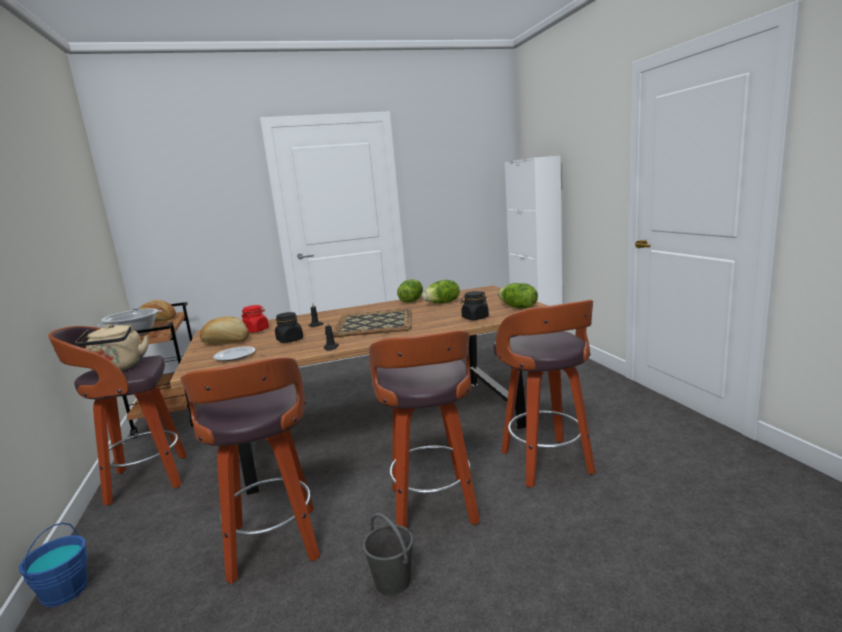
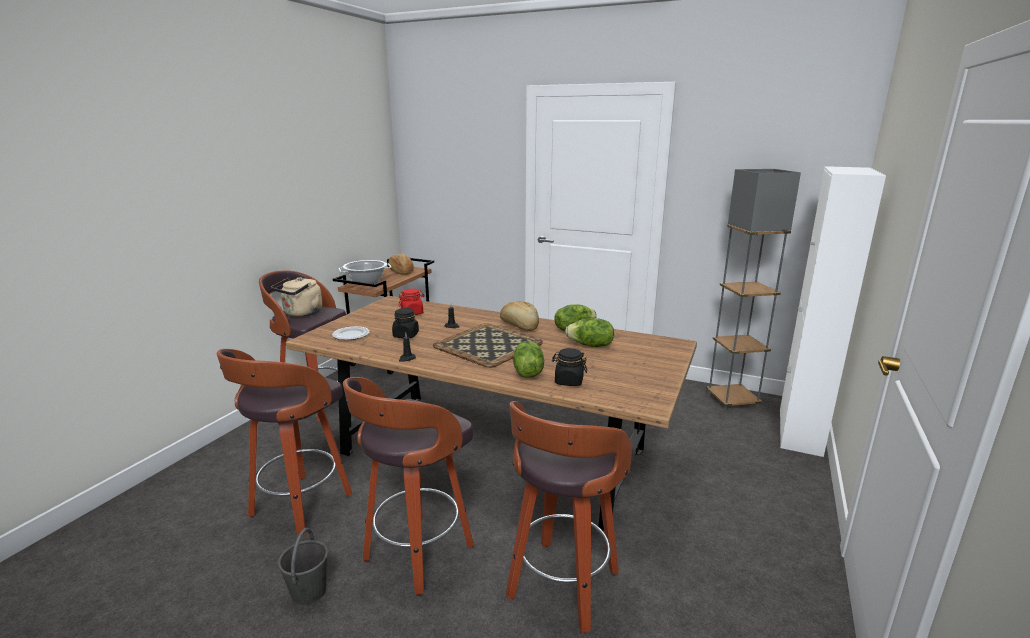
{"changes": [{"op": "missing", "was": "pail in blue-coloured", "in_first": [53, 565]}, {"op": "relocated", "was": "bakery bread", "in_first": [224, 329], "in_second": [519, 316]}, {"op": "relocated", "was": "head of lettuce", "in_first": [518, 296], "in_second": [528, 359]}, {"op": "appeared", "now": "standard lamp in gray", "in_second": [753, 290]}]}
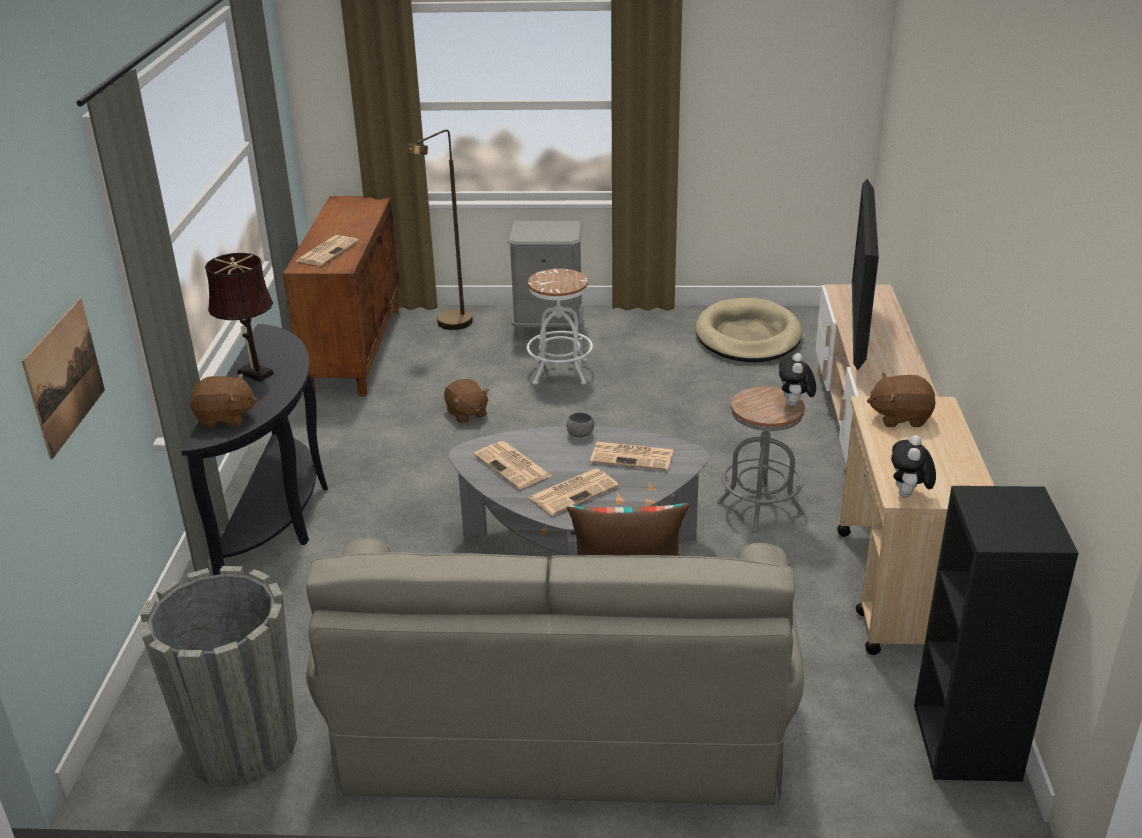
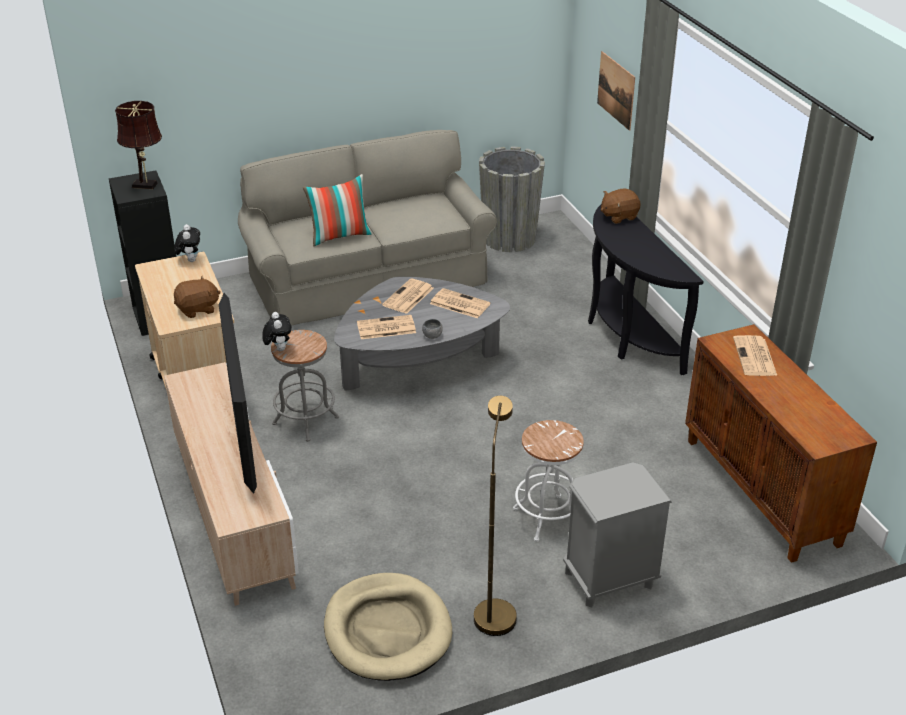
{"changes": [{"op": "relocated", "was": "lamp for a table in brown-coloured", "in_first": [239, 317], "in_second": [138, 145]}, {"op": "relocated", "was": "standard lamp in brown-coloured", "in_first": [439, 229], "in_second": [495, 516]}, {"op": "missing", "was": "plush toy in brown-coloured", "in_first": [466, 401]}]}
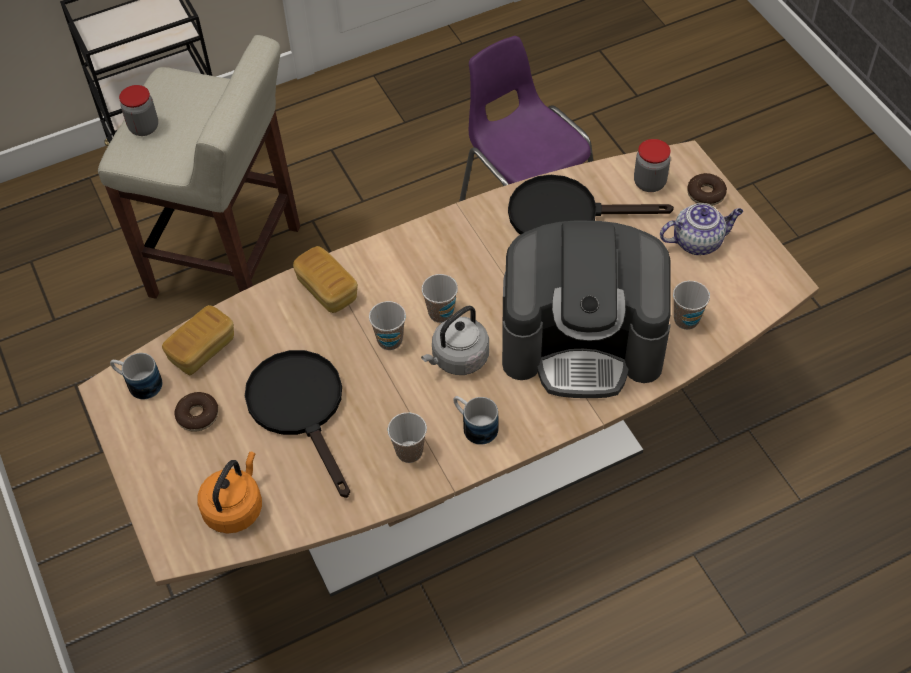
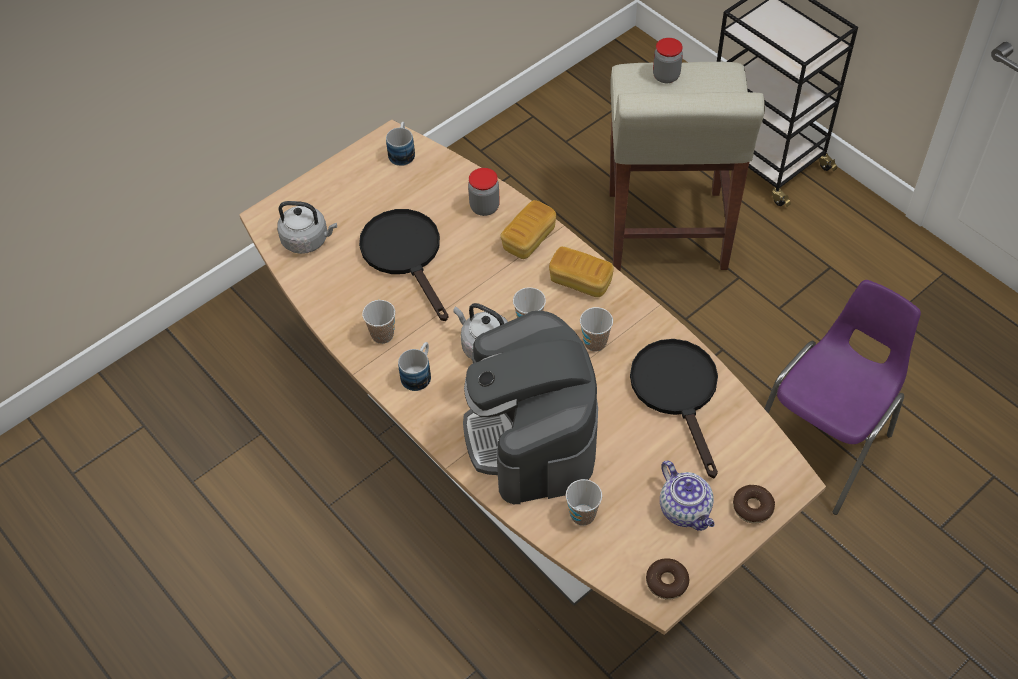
{"changes": [{"op": "relocated", "was": "bakery bread", "in_first": [198, 340], "in_second": [581, 271]}, {"op": "relocated", "was": "doughnut", "in_first": [196, 412], "in_second": [667, 578]}, {"op": "colour", "was": "kettle in orange-coloured", "now": "kettle in gray", "in_first": [230, 492], "in_second": [307, 227]}, {"op": "spun", "was": "skillet in black", "in_first": [297, 424], "in_second": [403, 265], "clockwise": -75}, {"op": "relocated", "was": "drinking cup", "in_first": [387, 325], "in_second": [596, 329]}, {"op": "relocated", "was": "preserve jar", "in_first": [652, 165], "in_second": [484, 192]}]}
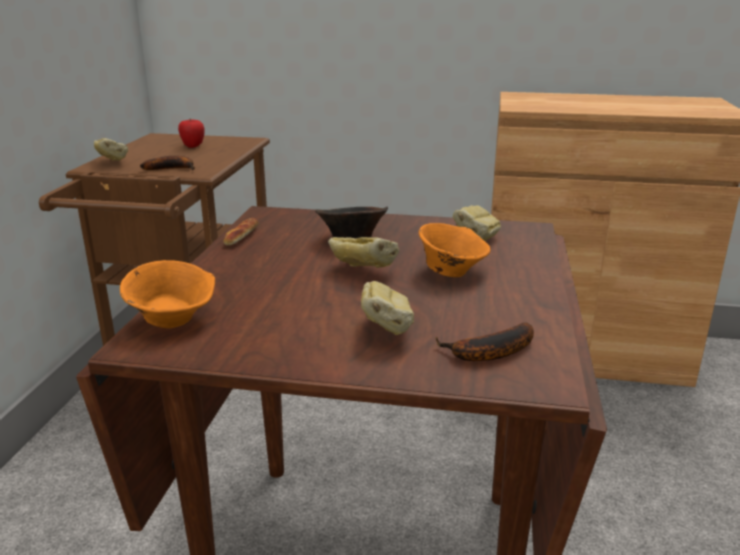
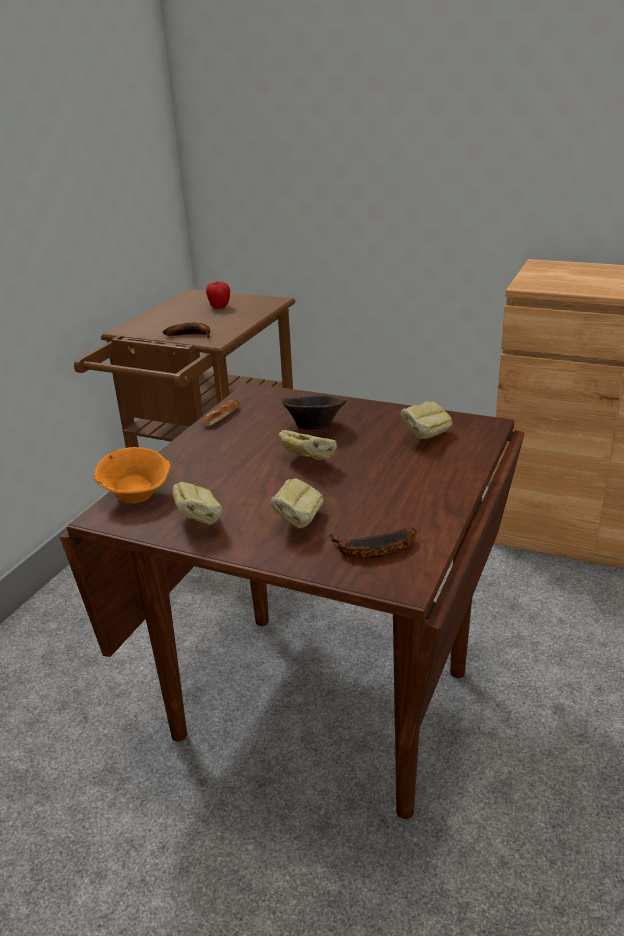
{"changes": [{"op": "relocated", "was": "bakery bread", "in_first": [111, 149], "in_second": [197, 503]}, {"op": "missing", "was": "serving bowl in orange-coloured", "in_first": [455, 250]}]}
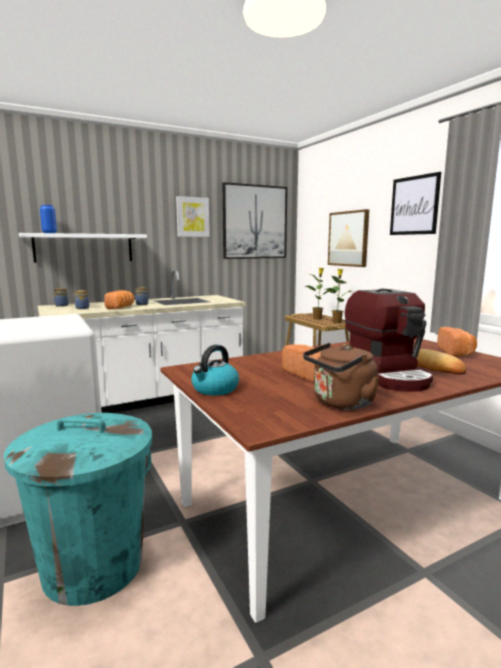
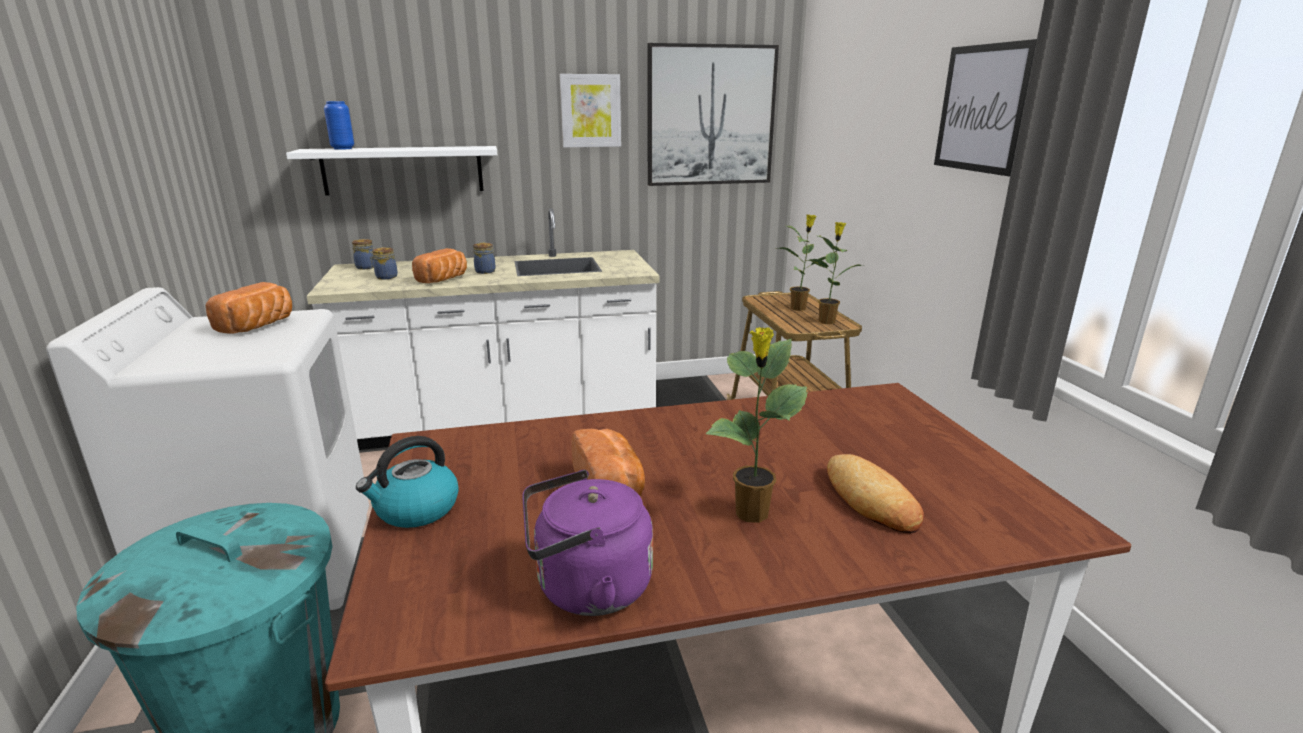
{"changes": [{"op": "colour", "was": "kettle in brown-coloured", "now": "kettle in purple-coloured", "in_first": [341, 376], "in_second": [587, 543]}, {"op": "missing", "was": "wall art", "in_first": [348, 238]}, {"op": "exchanged", "was": "coffee brewer", "now": "houseplant", "in_first": [389, 340], "in_second": [756, 425]}, {"op": "relocated", "was": "bakery bread", "in_first": [457, 342], "in_second": [248, 307]}]}
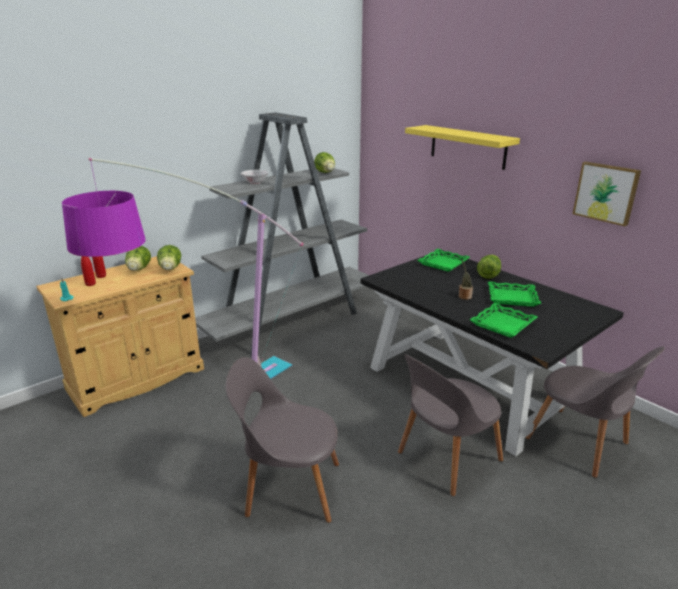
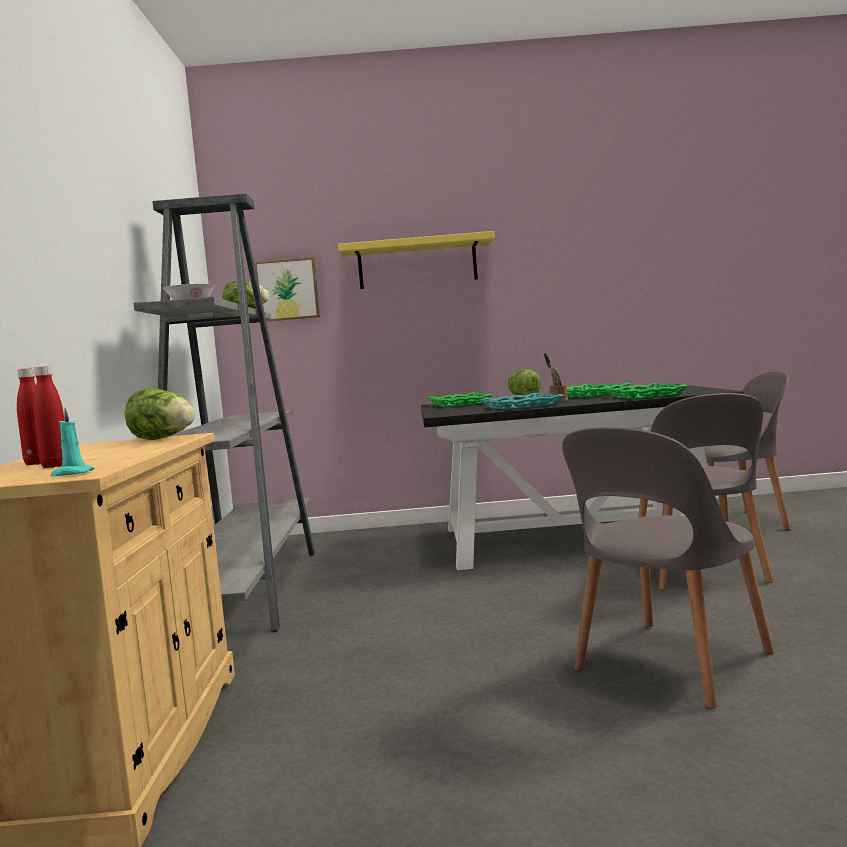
{"changes": [{"op": "missing", "was": "standard lamp", "in_first": [182, 268]}, {"op": "missing", "was": "head of lettuce", "in_first": [138, 258]}, {"op": "relocated", "was": "wall art", "in_first": [607, 194], "in_second": [287, 289]}, {"op": "appeared", "now": "carrying tray in turquoise", "in_second": [522, 401]}]}
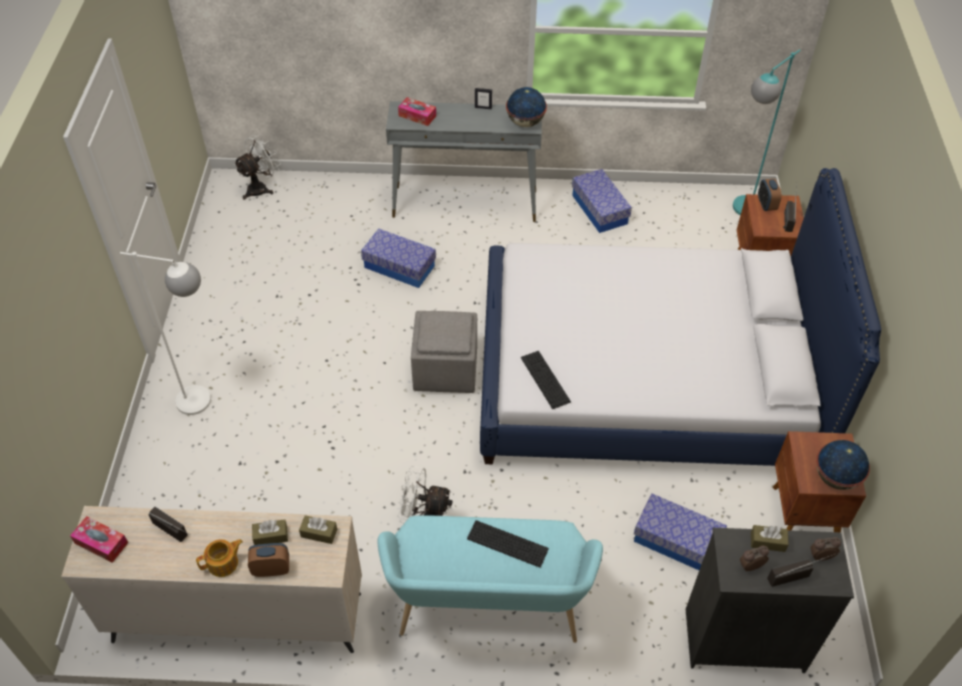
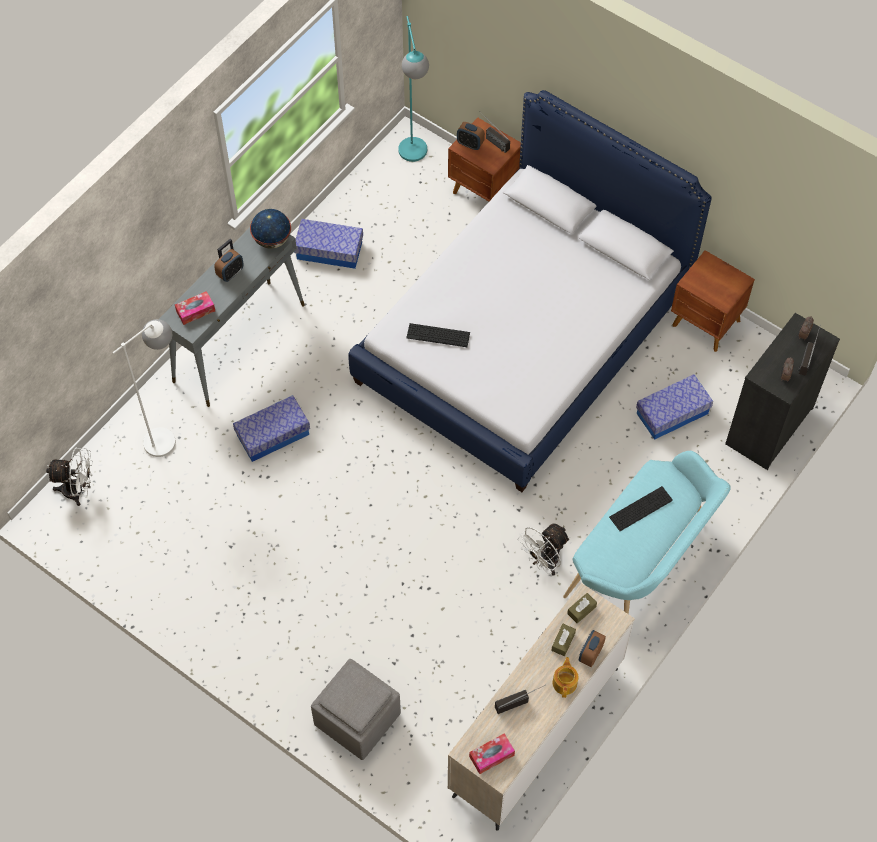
{"changes": [{"op": "relocated", "was": "standard lamp in whitish", "in_first": [165, 333], "in_second": [144, 388]}, {"op": "spun", "was": "fan in whitish", "in_first": [257, 167], "in_second": [69, 476], "clockwise": 105}, {"op": "relocated", "was": "ottoman in gray", "in_first": [444, 352], "in_second": [356, 709]}, {"op": "relocated", "was": "PC keyboard", "in_first": [546, 380], "in_second": [438, 335]}, {"op": "missing", "was": "box of tissues in brown-coloured", "in_first": [770, 538]}, {"op": "missing", "was": "globe", "in_first": [843, 465]}, {"op": "appeared", "now": "bedside clock", "in_second": [229, 265]}]}
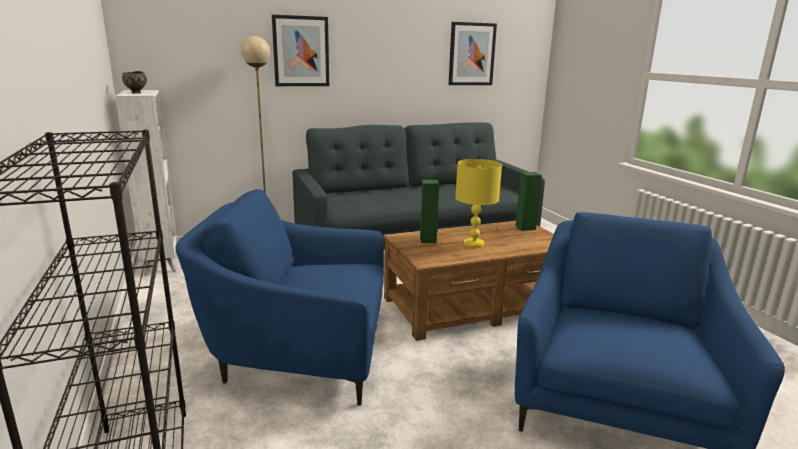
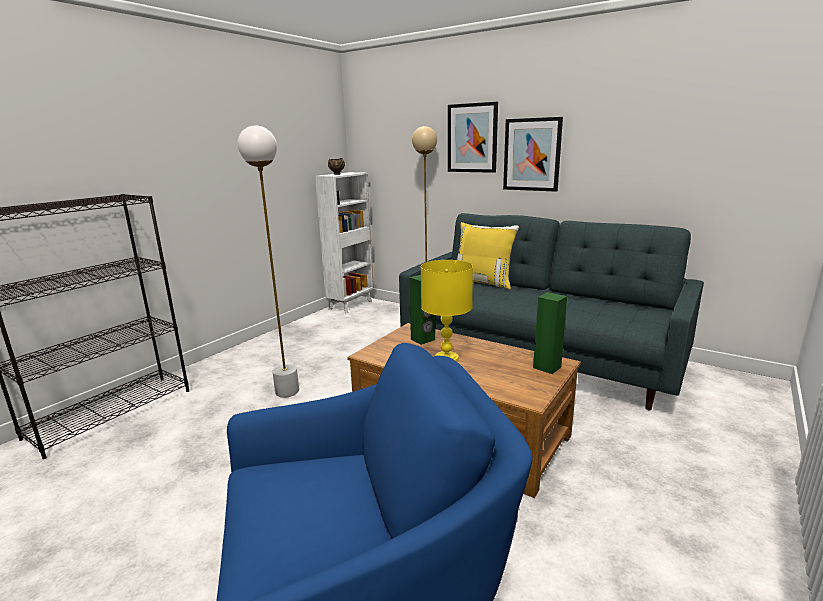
{"changes": [{"op": "exchanged", "was": "armchair in blue-coloured", "now": "standard lamp in whitish", "in_first": [279, 297], "in_second": [268, 261]}, {"op": "relocated", "was": "wall art", "in_first": [473, 53], "in_second": [533, 154]}, {"op": "appeared", "now": "cushion in yellow-coloured", "in_second": [488, 256]}]}
